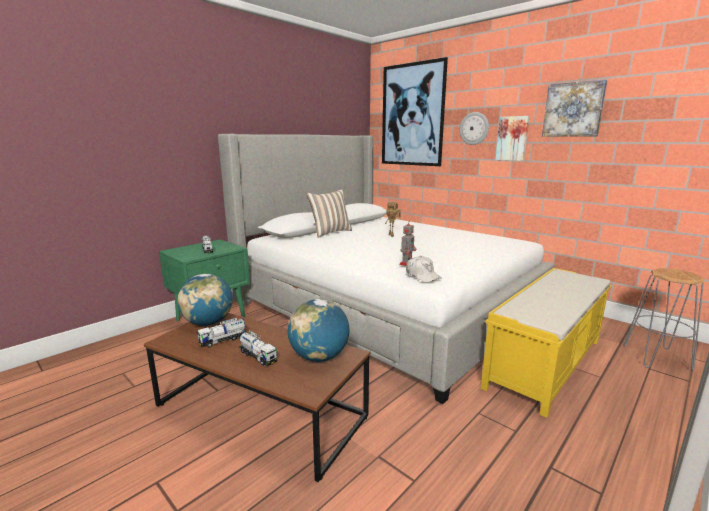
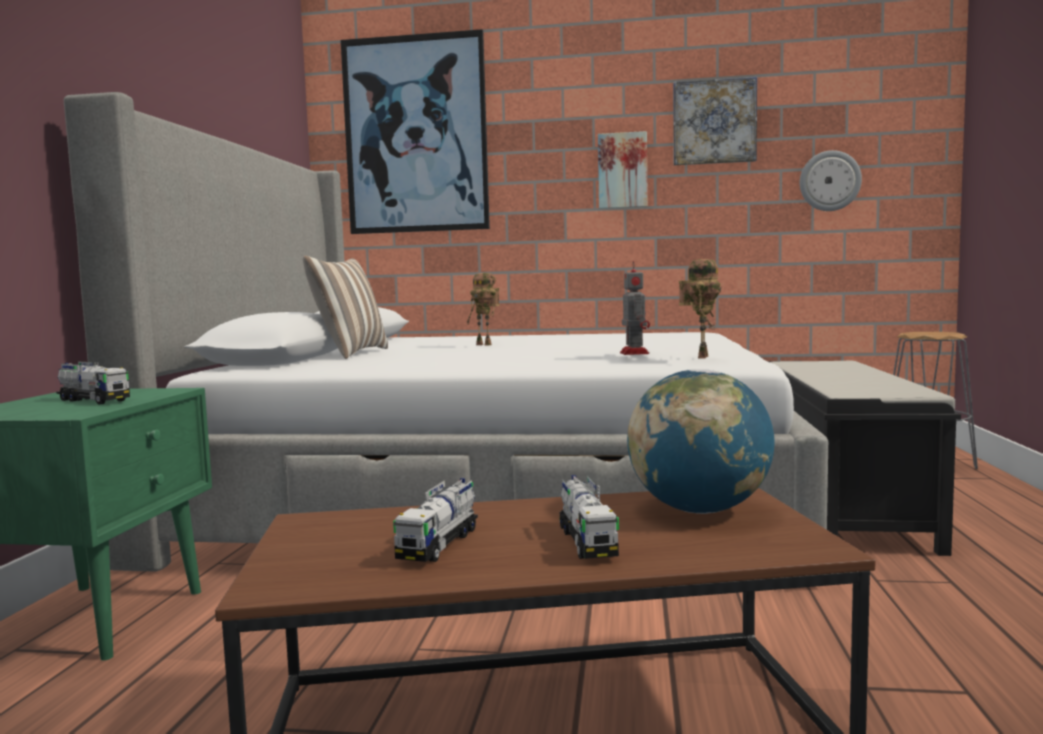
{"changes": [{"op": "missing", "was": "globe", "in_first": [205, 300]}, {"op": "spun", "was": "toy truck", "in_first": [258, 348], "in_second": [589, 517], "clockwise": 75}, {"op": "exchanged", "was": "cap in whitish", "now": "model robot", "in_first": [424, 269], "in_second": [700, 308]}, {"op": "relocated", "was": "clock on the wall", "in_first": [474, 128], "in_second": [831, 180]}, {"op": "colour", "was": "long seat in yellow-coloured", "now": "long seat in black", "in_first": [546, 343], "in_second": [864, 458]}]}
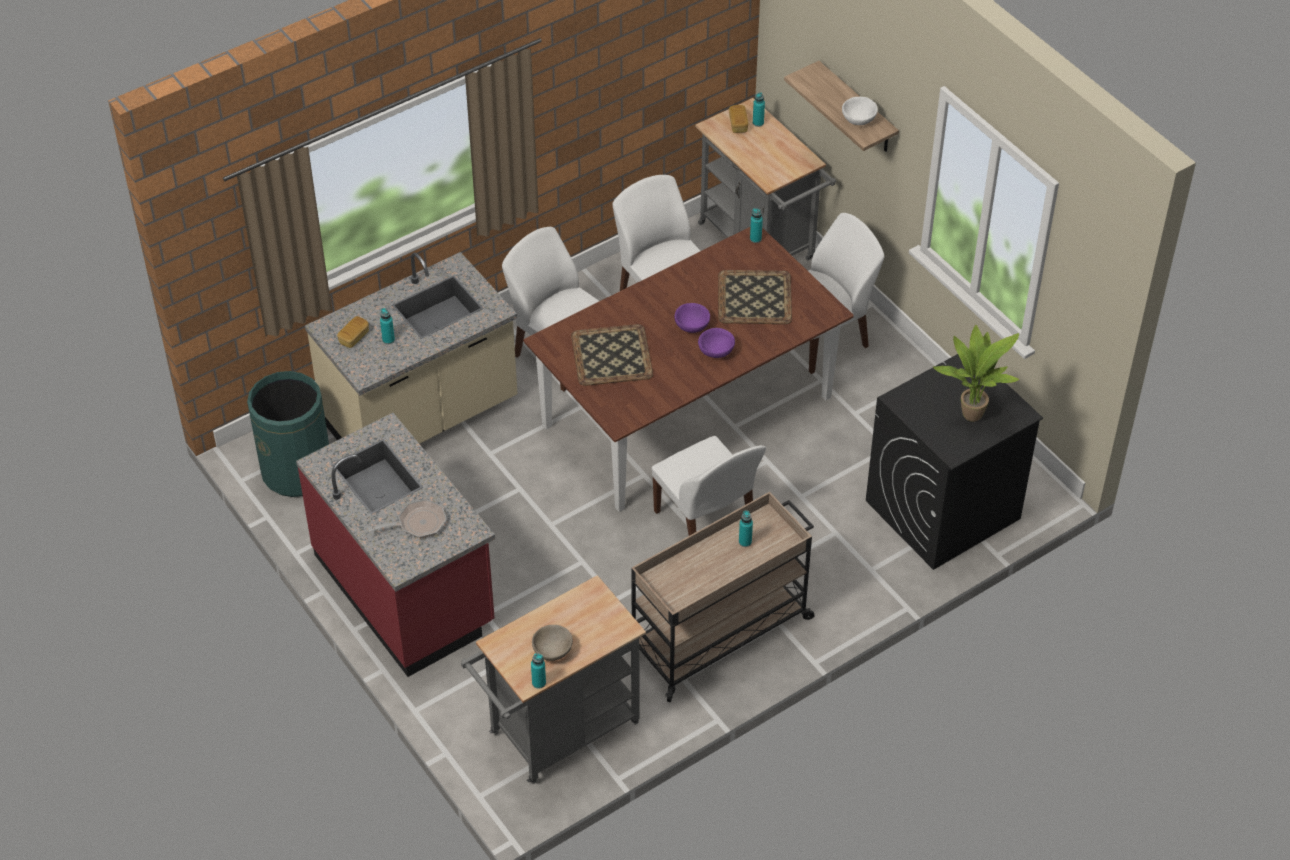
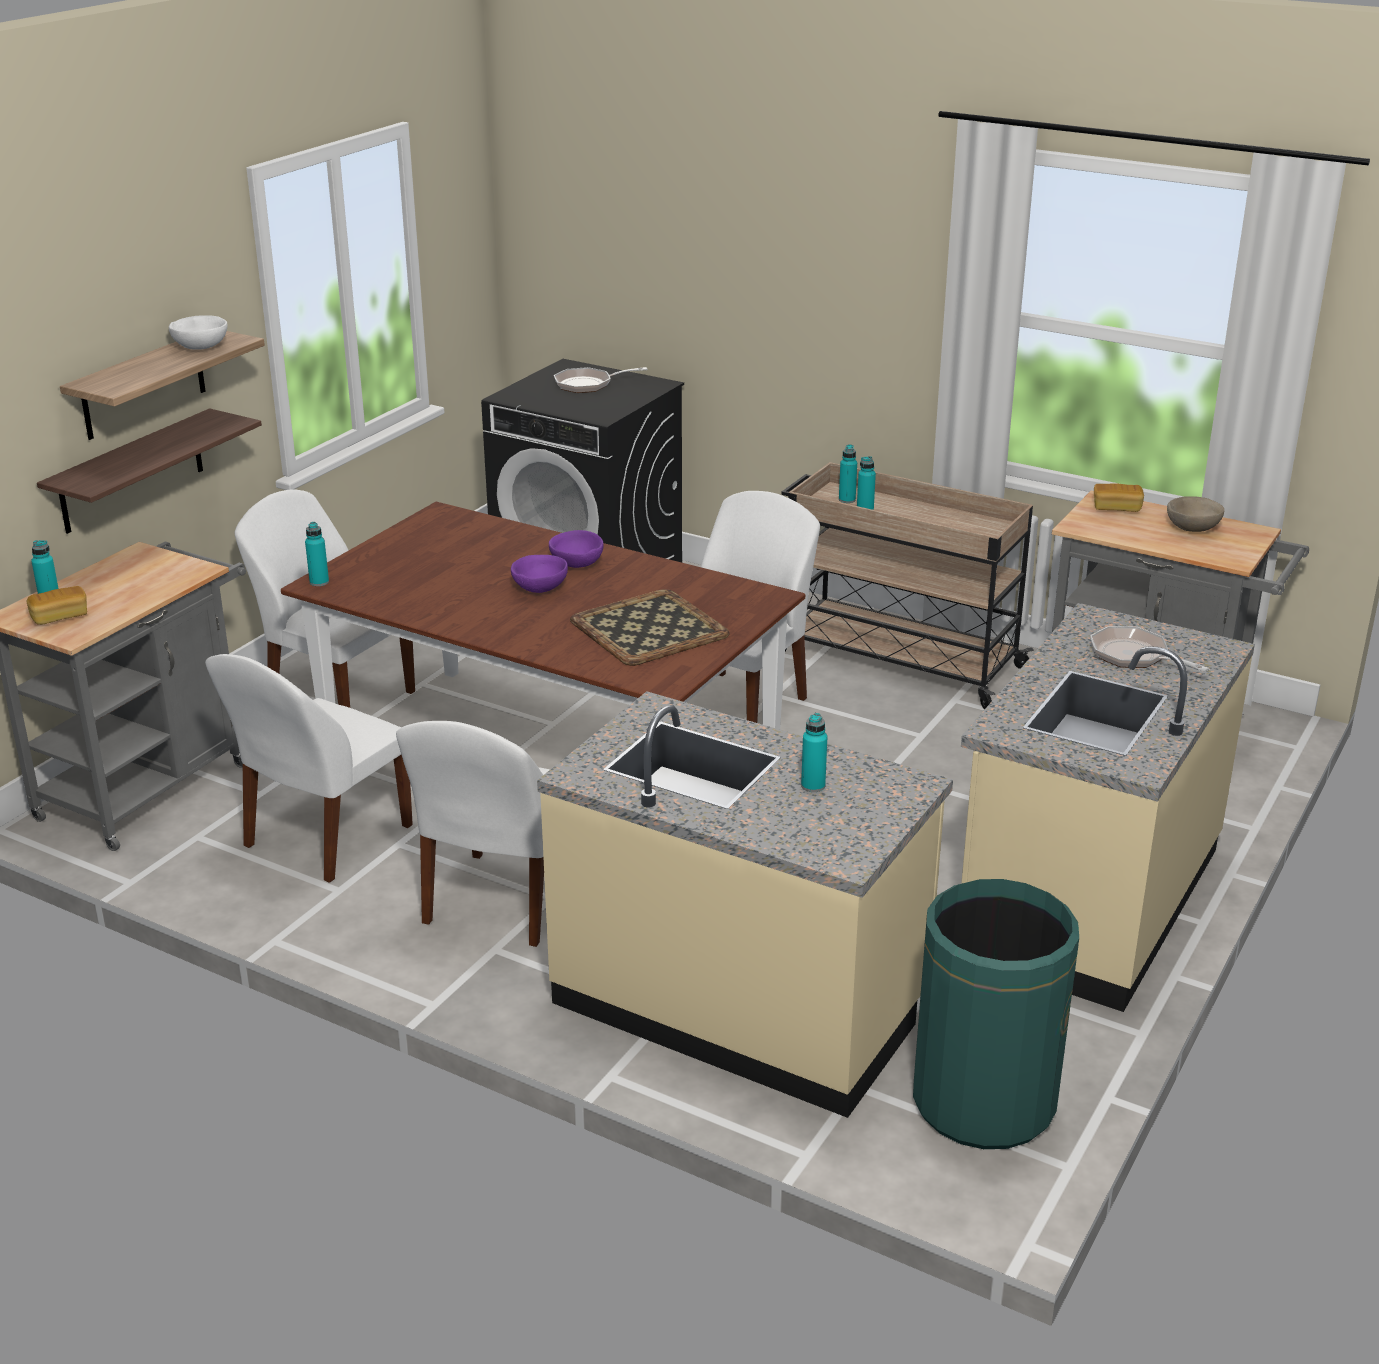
{"changes": [{"op": "colour", "was": "kitchen counter in red-coloured", "now": "kitchen counter in beige", "in_first": [395, 545], "in_second": [1108, 807]}, {"op": "relocated", "was": "bakery bread", "in_first": [353, 332], "in_second": [1119, 497]}, {"op": "relocated", "was": "beverage bottle in turquoise", "in_first": [538, 671], "in_second": [848, 473]}, {"op": "missing", "was": "carrying tray", "in_first": [755, 297]}, {"op": "exchanged", "was": "houseplant", "now": "skillet", "in_first": [976, 373], "in_second": [600, 380]}, {"op": "appeared", "now": "shelf", "in_second": [149, 471]}]}
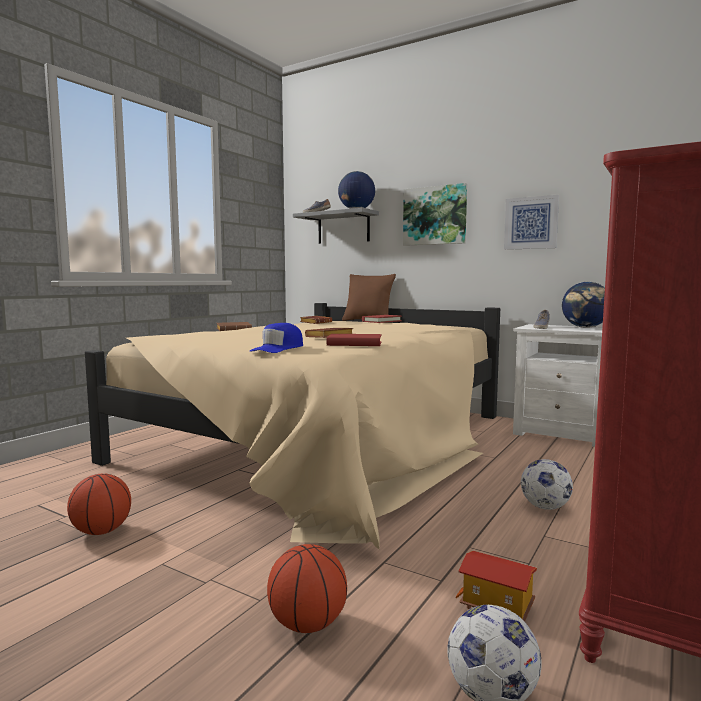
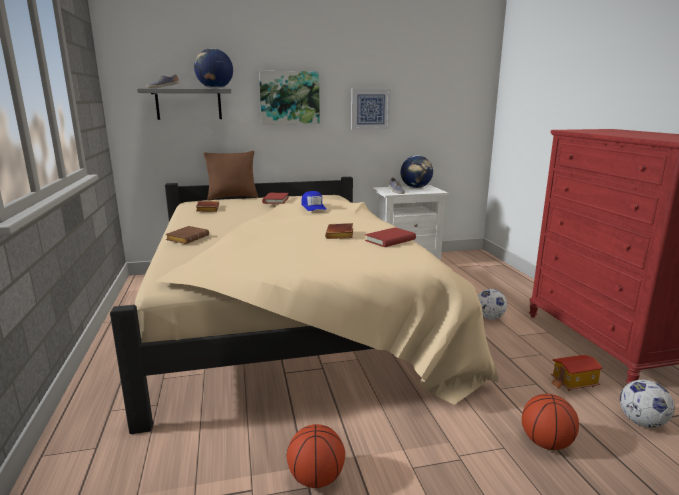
{"changes": [{"op": "relocated", "was": "cap in blue-coloured", "in_first": [276, 338], "in_second": [314, 201]}]}
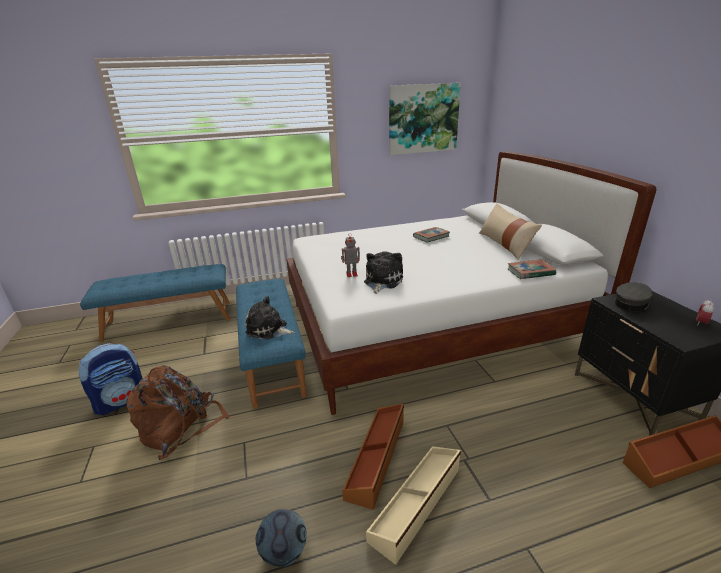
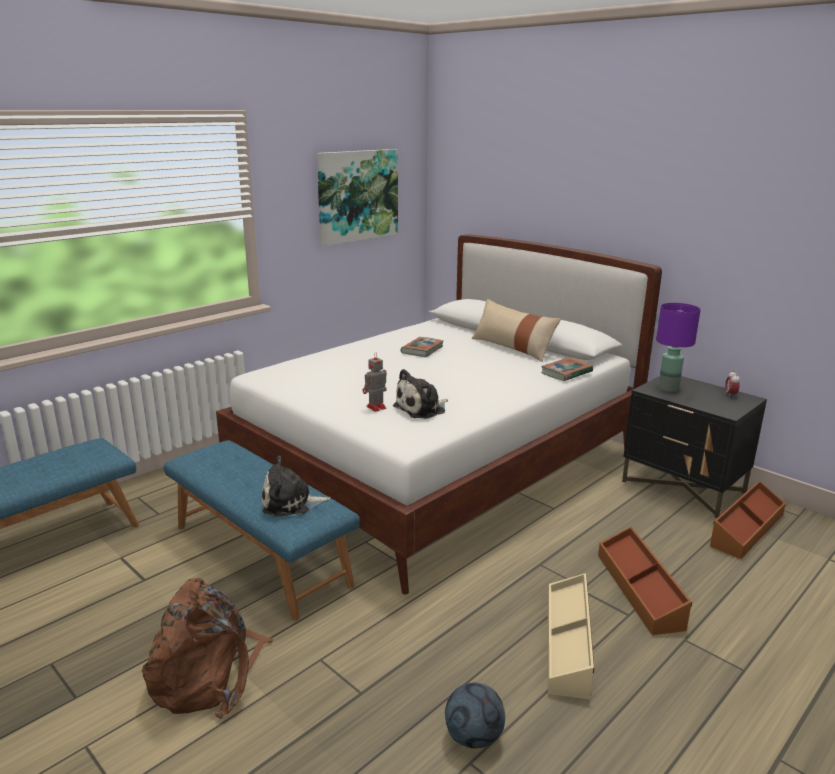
{"changes": [{"op": "missing", "was": "backpack", "in_first": [110, 379]}, {"op": "relocated", "was": "storage box in brown-coloured", "in_first": [373, 457], "in_second": [645, 581]}, {"op": "spun", "was": "plush toy", "in_first": [383, 272], "in_second": [420, 394], "clockwise": -120}, {"op": "exchanged", "was": "cap in gray", "now": "lamp for a table in purple-coloured", "in_first": [633, 297], "in_second": [678, 347]}]}
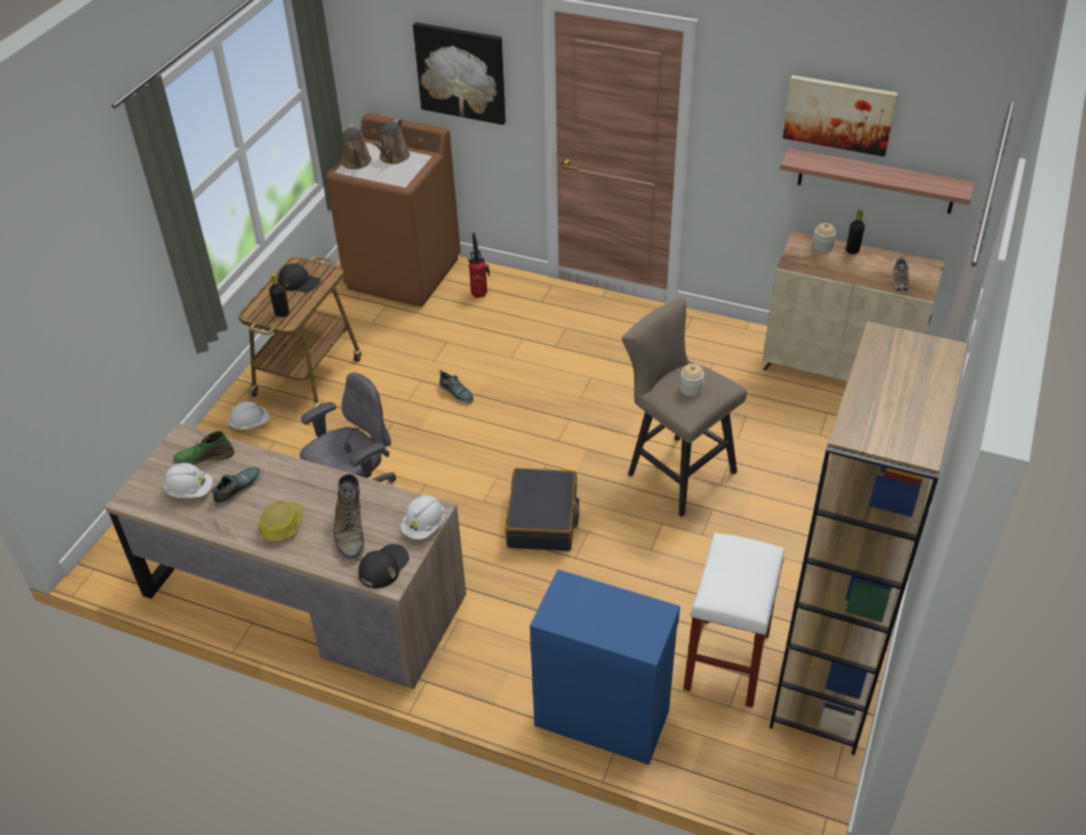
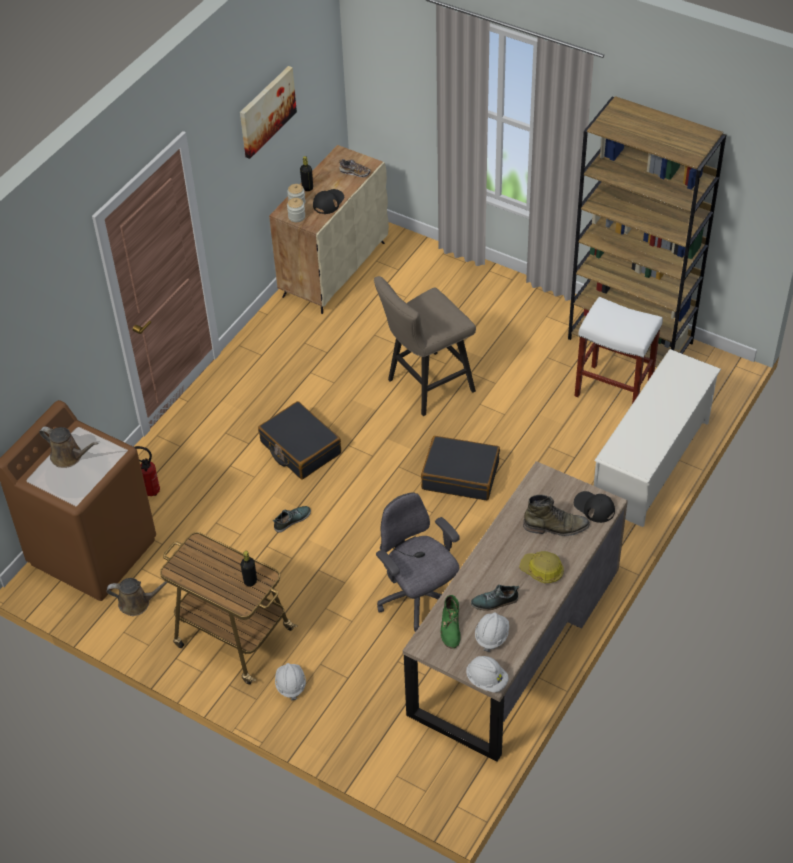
{"changes": [{"op": "spun", "was": "shoe", "in_first": [236, 487], "in_second": [495, 598], "clockwise": -60}, {"op": "relocated", "was": "cap in black", "in_first": [299, 278], "in_second": [328, 201]}, {"op": "relocated", "was": "watering can in brown-coloured", "in_first": [356, 146], "in_second": [137, 597]}, {"op": "relocated", "was": "safety helmet in whitish", "in_first": [423, 517], "in_second": [487, 674]}, {"op": "missing", "was": "wall art", "in_first": [459, 73]}, {"op": "exchanged", "was": "storage cabinet in blue-coloured", "now": "shoe shelf in whitish", "in_first": [605, 667], "in_second": [657, 438]}, {"op": "relocated", "was": "preserve jar", "in_first": [692, 380], "in_second": [296, 210]}, {"op": "missing", "was": "shelf", "in_first": [877, 181]}, {"op": "appeared", "now": "piece of luggage in black", "in_second": [299, 440]}]}
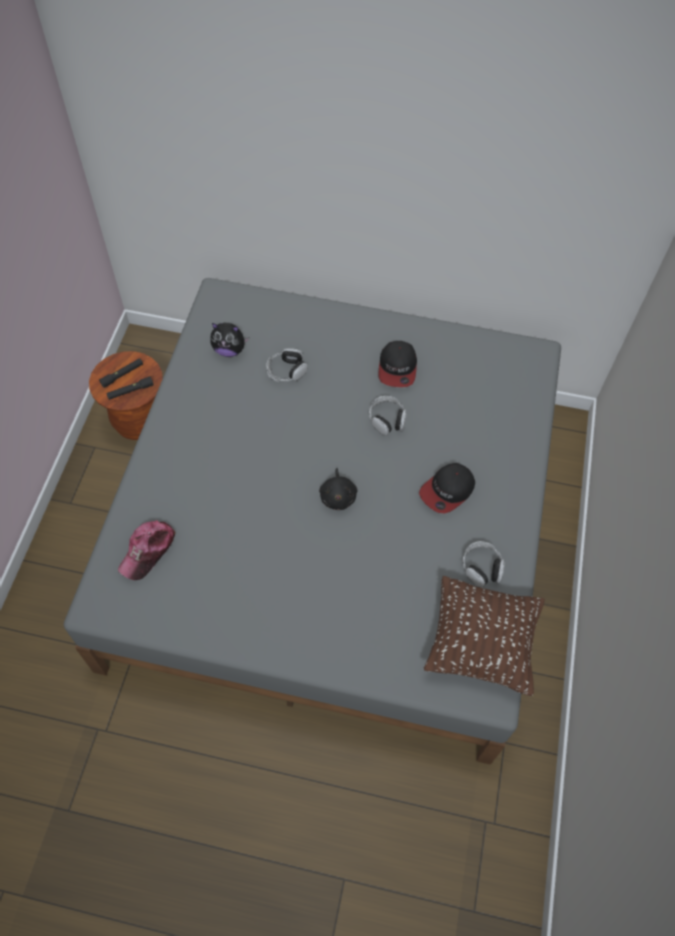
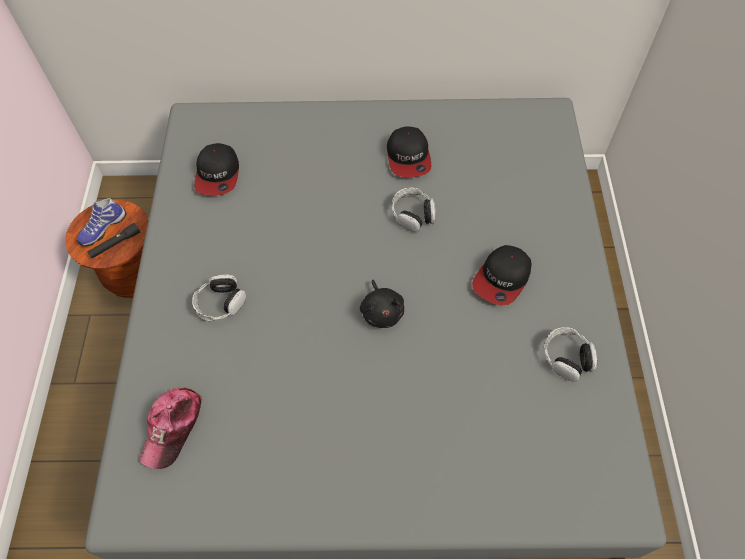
{"changes": [{"op": "exchanged", "was": "hand torch in black", "now": "shoe", "in_first": [121, 373], "in_second": [101, 222]}, {"op": "exchanged", "was": "plush toy", "now": "cap", "in_first": [229, 340], "in_second": [216, 169]}, {"op": "relocated", "was": "headphones", "in_first": [287, 365], "in_second": [219, 298]}, {"op": "missing", "was": "cushion in brown-coloured", "in_first": [484, 636]}]}
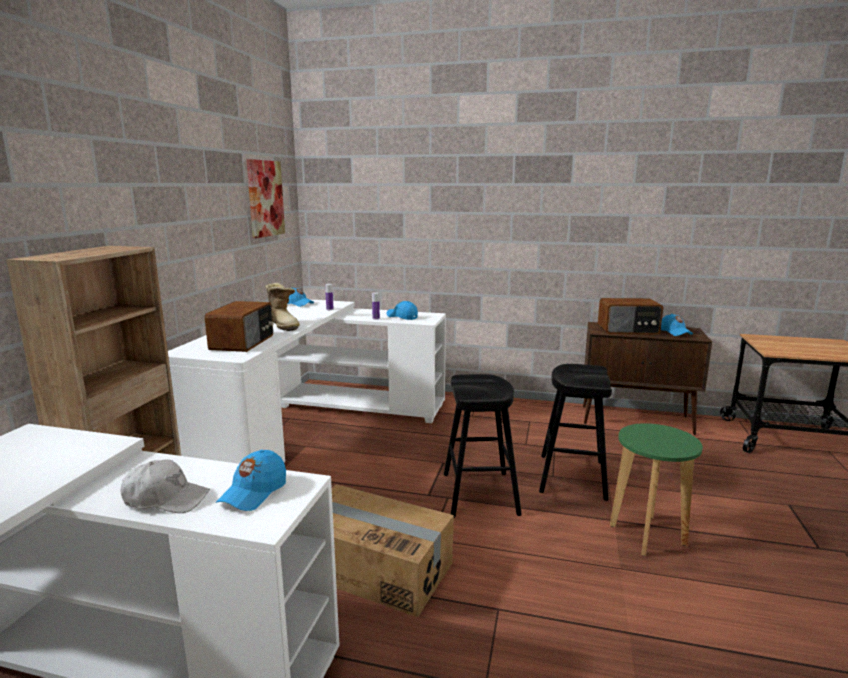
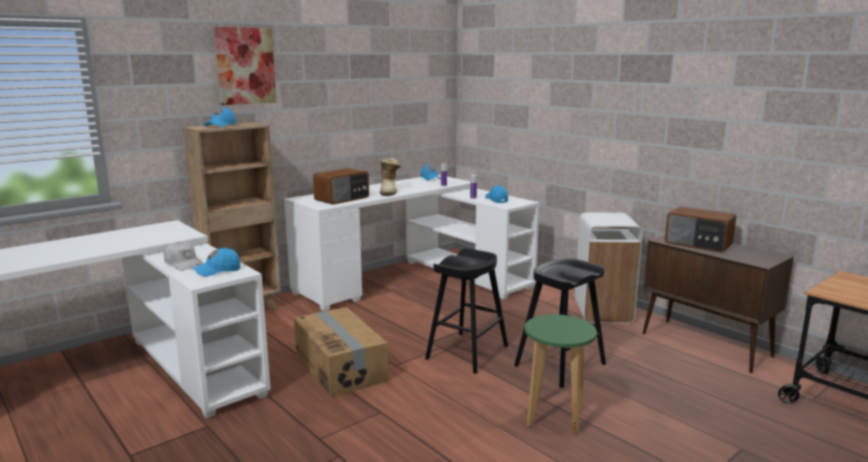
{"changes": [{"op": "relocated", "was": "wall art", "in_first": [265, 198], "in_second": [245, 66]}, {"op": "relocated", "was": "cap in blue-coloured", "in_first": [677, 325], "in_second": [220, 117]}, {"op": "appeared", "now": "trash can in whitish", "in_second": [608, 267]}]}
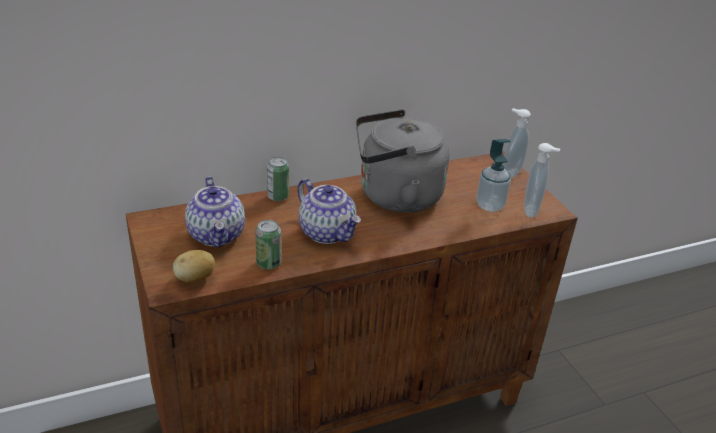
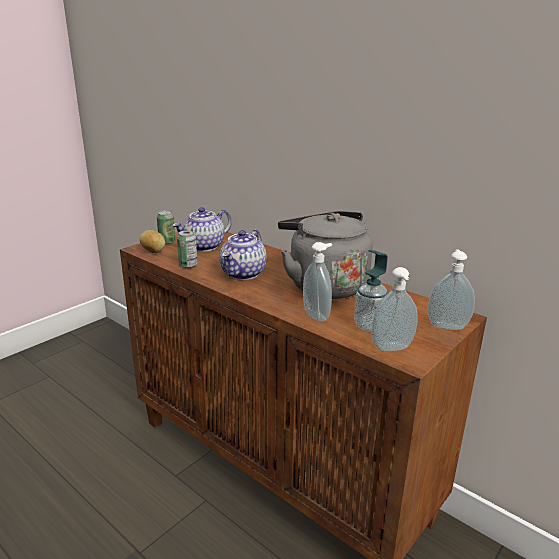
{"changes": [{"op": "relocated", "was": "sealed can", "in_first": [278, 179], "in_second": [166, 227]}, {"op": "appeared", "now": "soap bottle", "in_second": [317, 282]}]}
